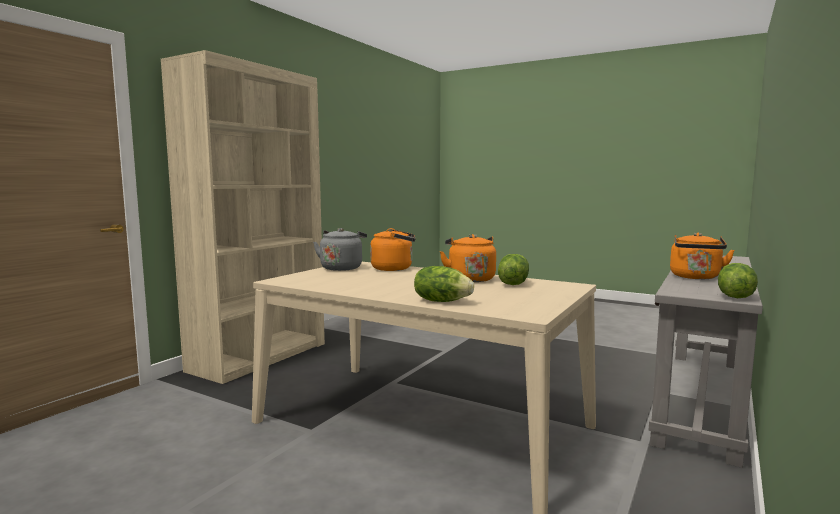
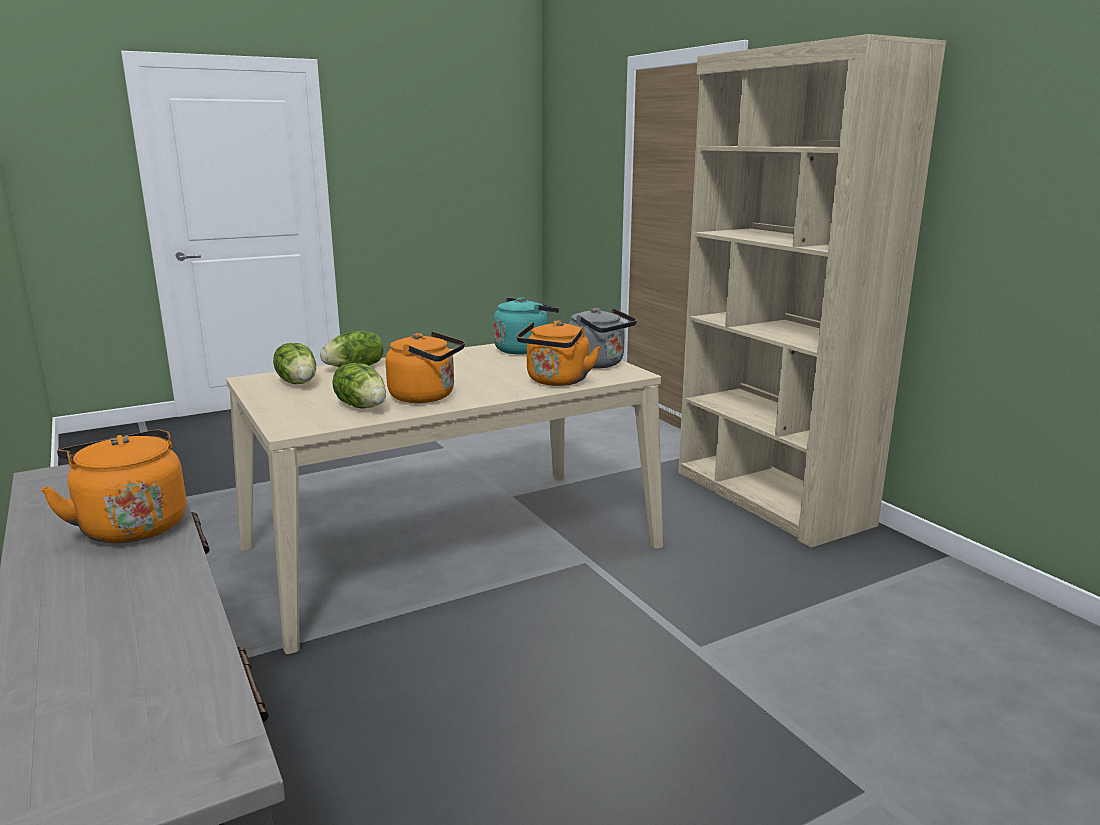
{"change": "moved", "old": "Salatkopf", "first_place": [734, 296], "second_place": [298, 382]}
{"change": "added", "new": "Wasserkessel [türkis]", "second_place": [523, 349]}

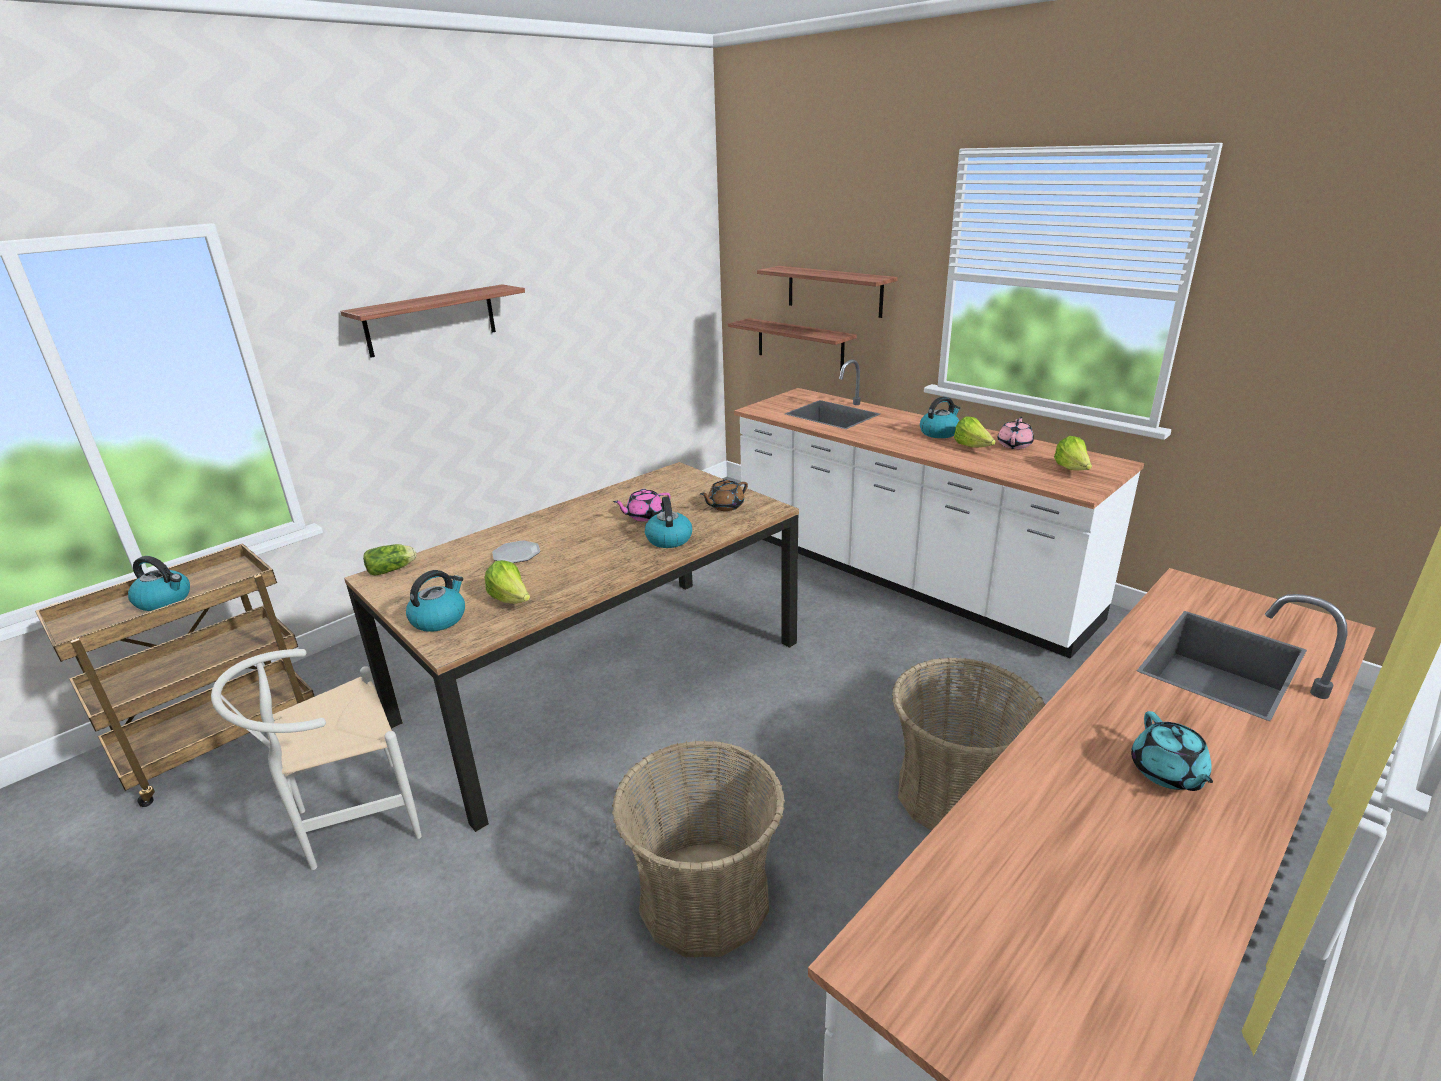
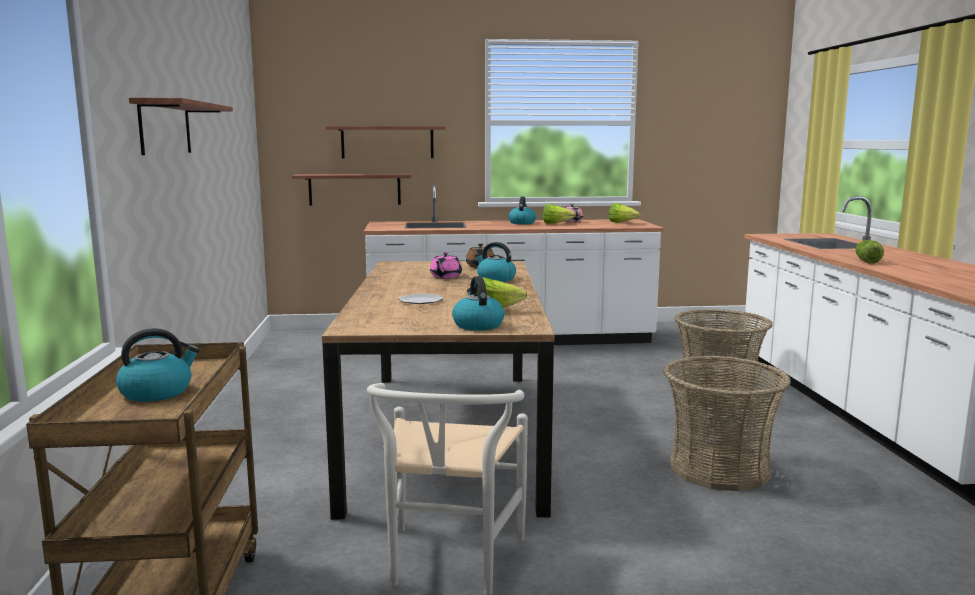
{"change": "moved", "old": "Salatkopf", "first_place": [393, 569], "second_place": [866, 261]}
{"change": "removed", "old": "Teekanne [türkis]", "first_place": [1167, 773]}

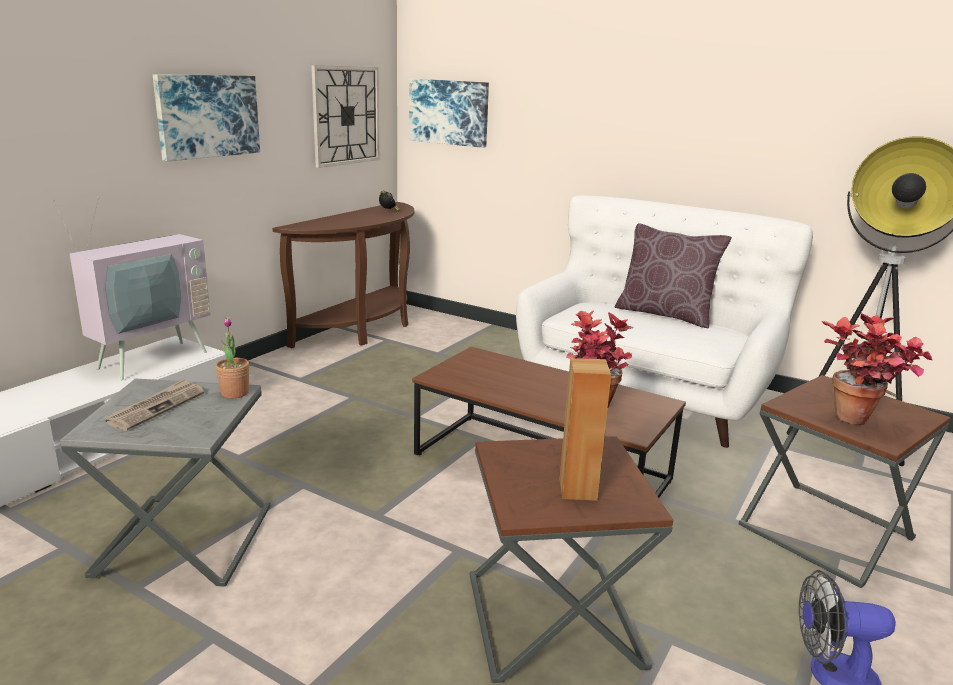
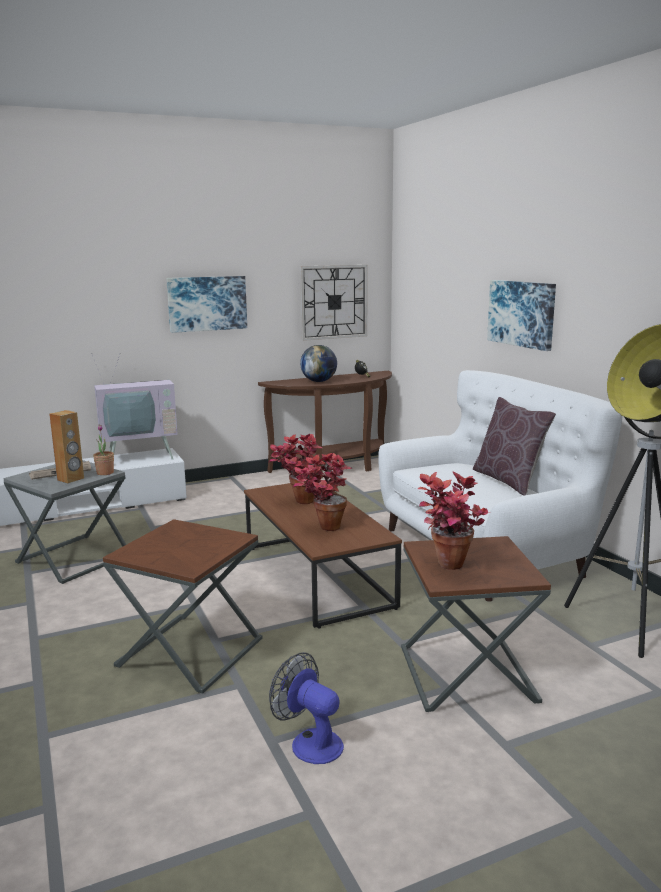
{"change": "moved", "old": "Bild", "first_place": [449, 112], "second_place": [522, 313]}
{"change": "moved", "old": "Lautsprecher [braun]", "first_place": [578, 489], "second_place": [71, 479]}
{"change": "added", "new": "Topfpflanze", "second_place": [297, 501]}
{"change": "added", "new": "Globus", "second_place": [319, 381]}

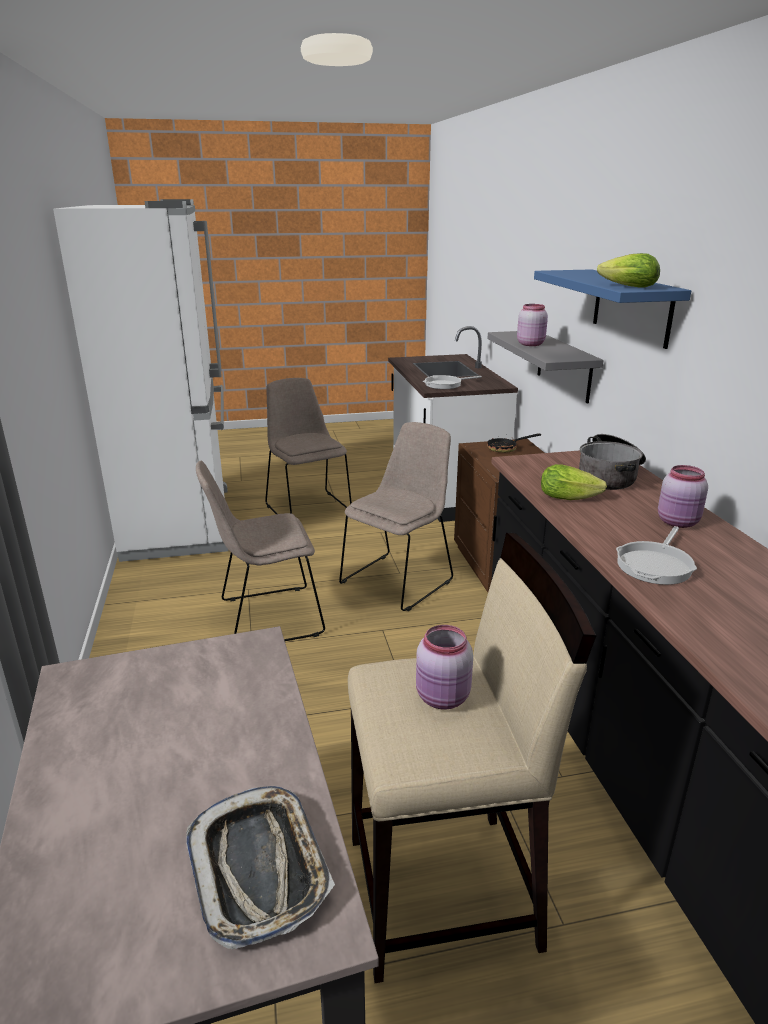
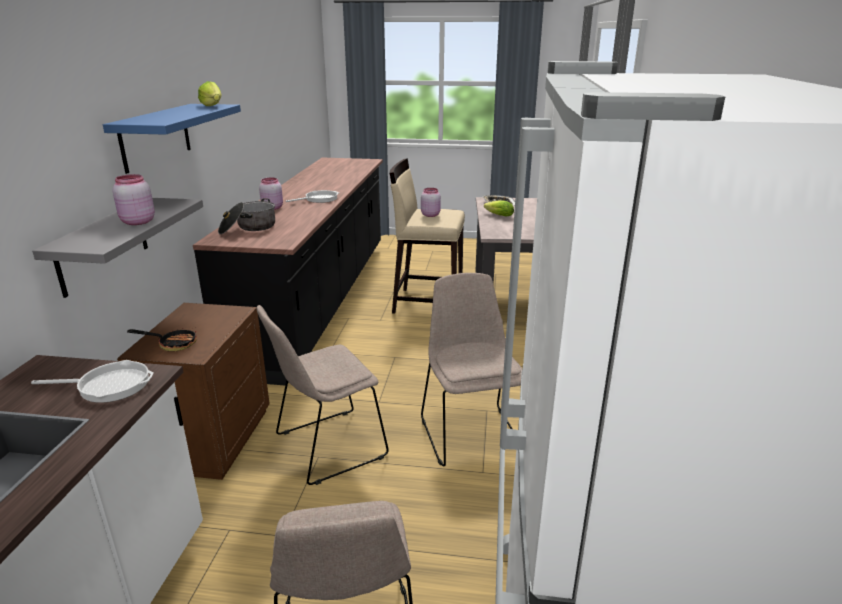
{"change": "turned", "old": "Stuhl [beige]", "first_place": [266, 618], "second_place": [470, 432], "degrees": -105}
{"change": "moved", "old": "Salatkopf", "first_place": [571, 497], "second_place": [497, 215]}

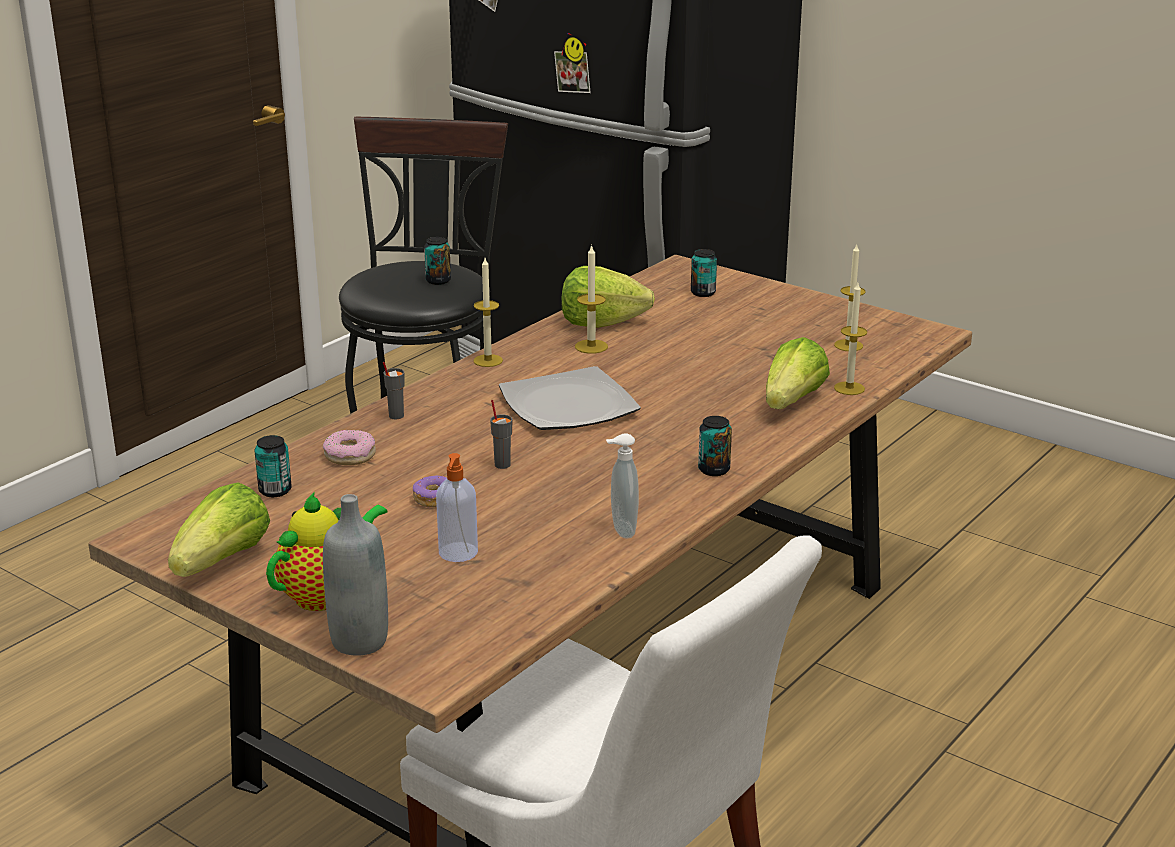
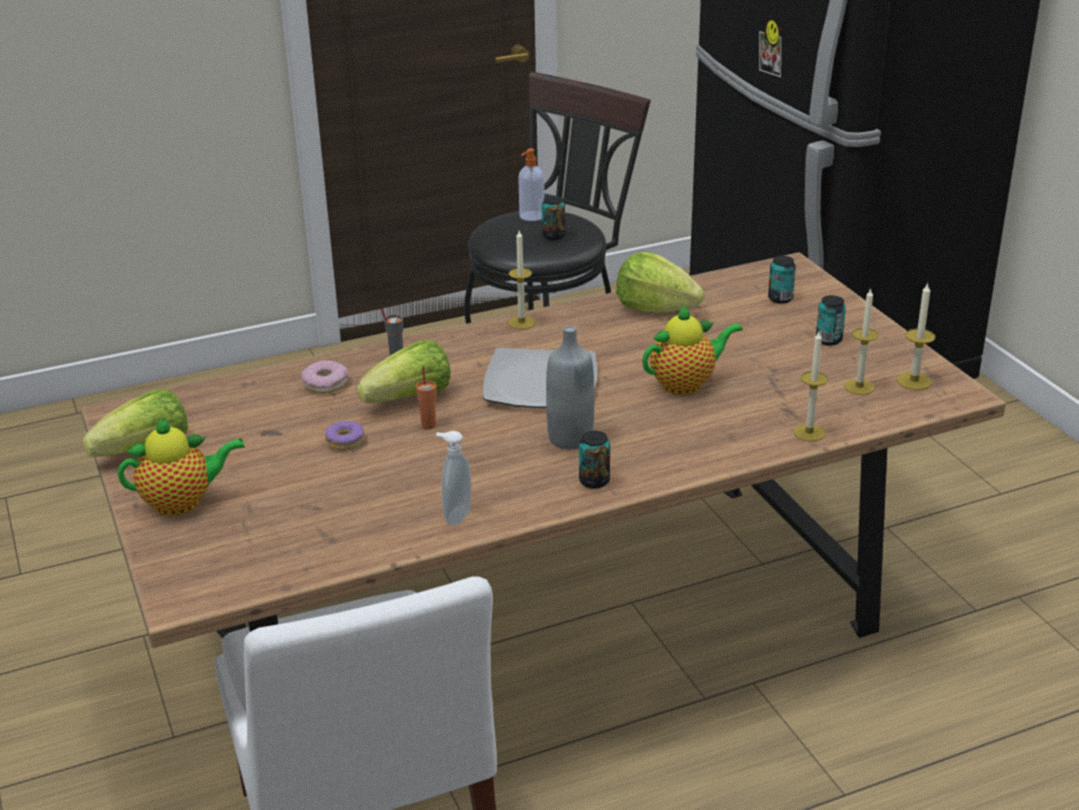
{"change": "moved", "old": "Dose", "first_place": [275, 490], "second_place": [828, 340]}
{"change": "moved", "old": "Flasche [grau]", "first_place": [359, 641], "second_place": [570, 439]}
{"change": "moved", "old": "Seifenspender", "first_place": [458, 553], "second_place": [531, 216]}
{"change": "recoloured", "old": "Tasse [grau]", "new": "Tasse [orange]", "first_place": [502, 464], "second_place": [429, 425]}
{"change": "moved", "old": "Kerze", "first_place": [591, 346], "second_place": [914, 381]}
{"change": "moved", "old": "Salatkopf", "first_place": [792, 402], "second_place": [410, 398]}
{"change": "added", "new": "Teekanne", "second_place": [686, 384]}

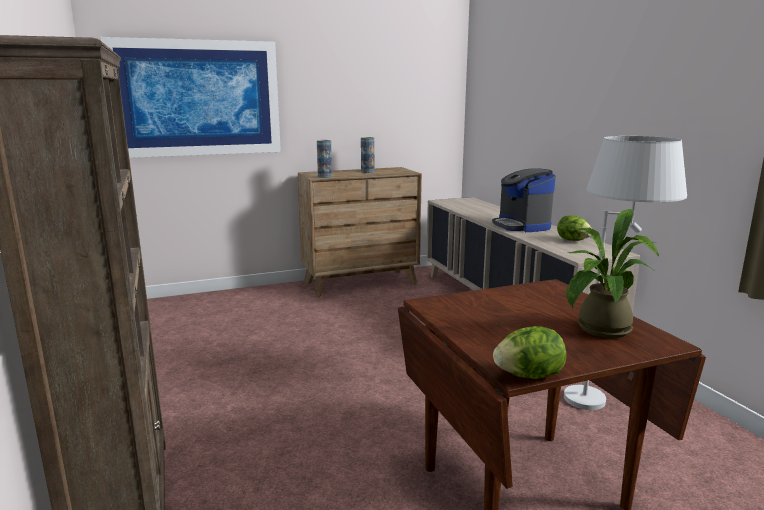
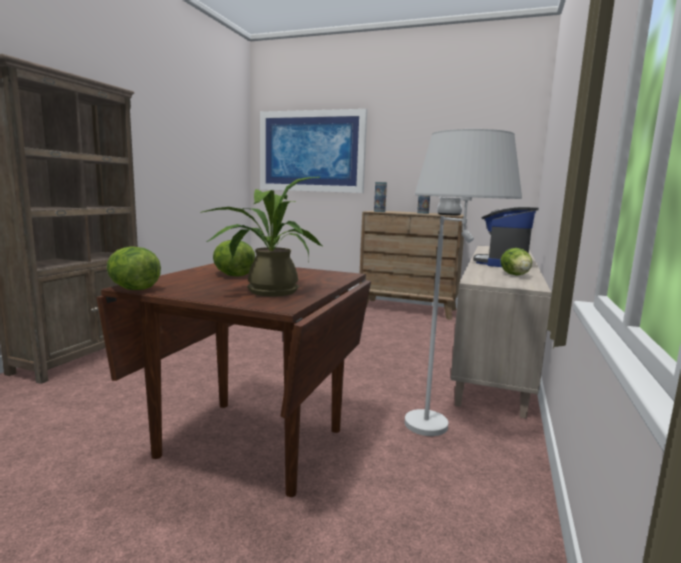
{"change": "added", "new": "Salatkopf", "second_place": [233, 275]}
{"change": "added", "new": "Kochtopf", "second_place": [448, 214]}

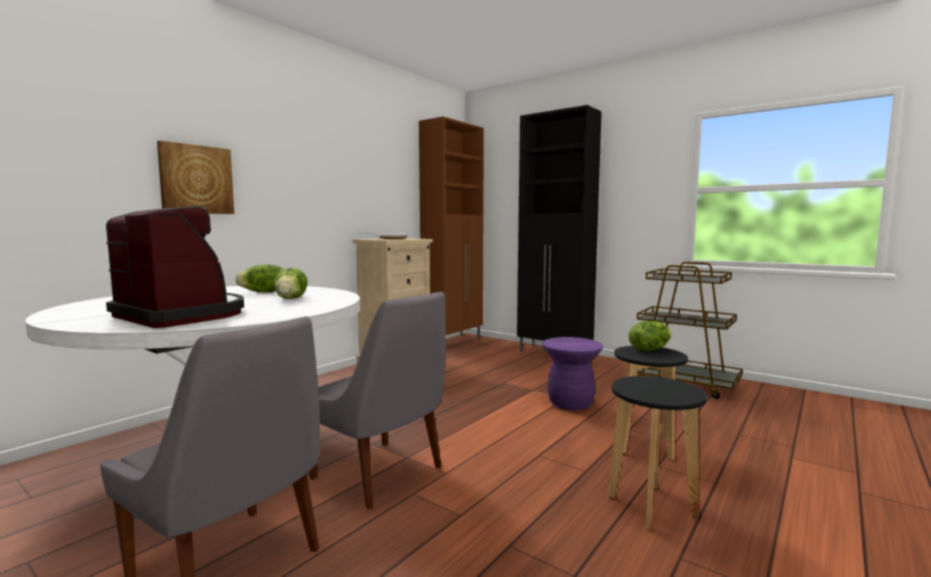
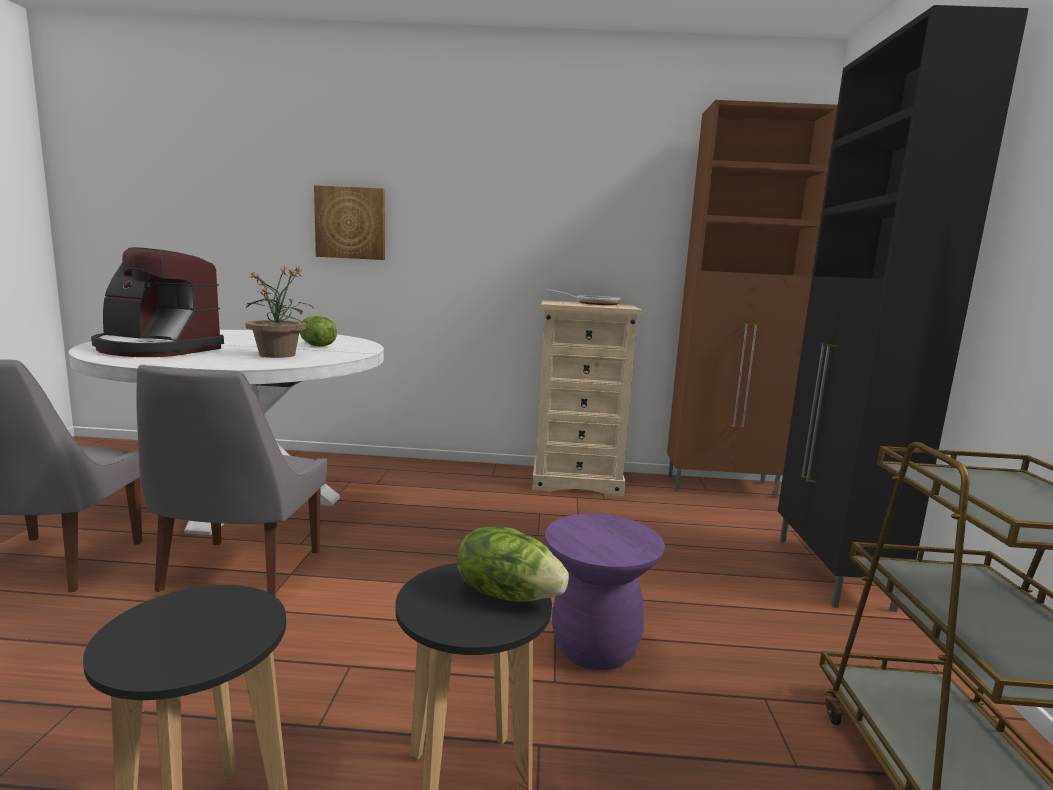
{"change": "turned", "old": "Kaffeemaschine", "first_place": [182, 315], "second_place": [157, 349], "degrees": 105}
{"change": "replaced", "old": "Salatkopf", "new": "Topfpflanze", "first_place": [292, 299], "second_place": [277, 354]}

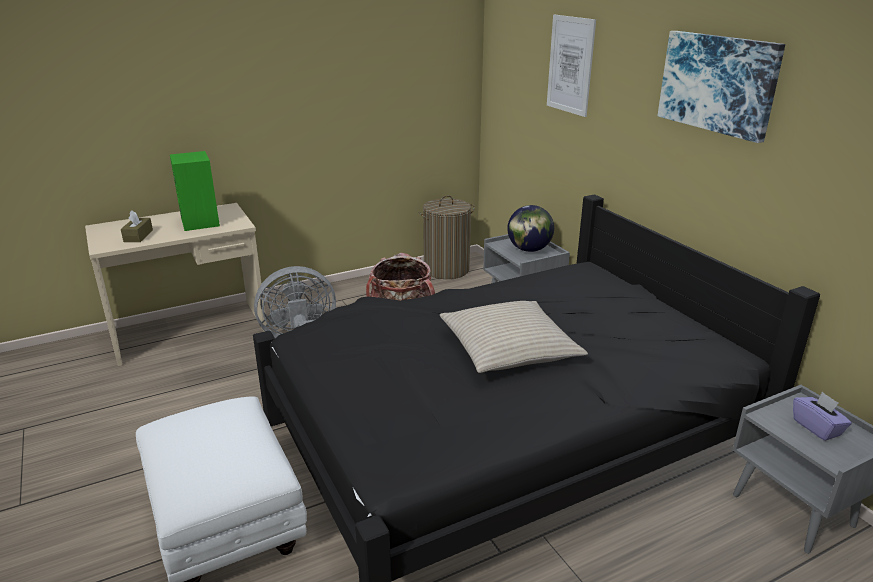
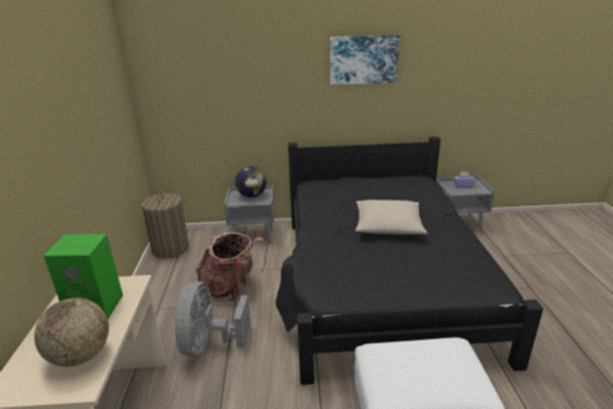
{"change": "replaced", "old": "Taschentuchbox [braun]", "new": "Globus", "first_place": [138, 236], "second_place": [81, 355]}
{"change": "removed", "old": "Bild", "first_place": [570, 65]}

